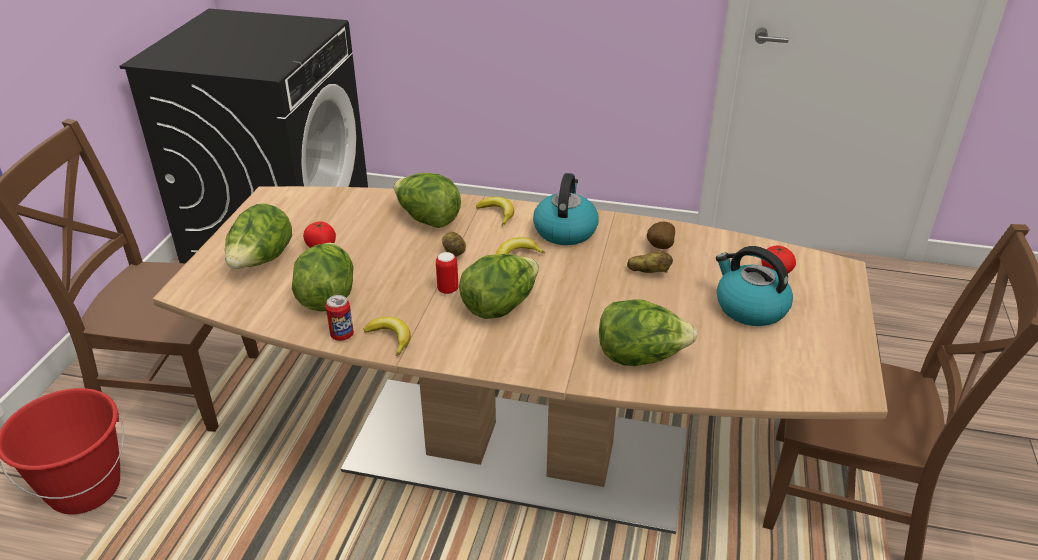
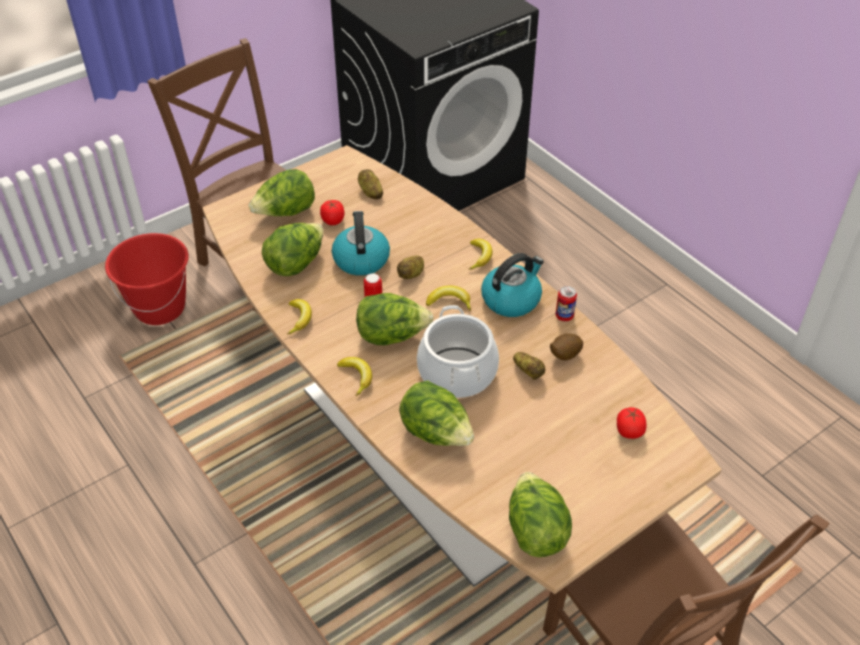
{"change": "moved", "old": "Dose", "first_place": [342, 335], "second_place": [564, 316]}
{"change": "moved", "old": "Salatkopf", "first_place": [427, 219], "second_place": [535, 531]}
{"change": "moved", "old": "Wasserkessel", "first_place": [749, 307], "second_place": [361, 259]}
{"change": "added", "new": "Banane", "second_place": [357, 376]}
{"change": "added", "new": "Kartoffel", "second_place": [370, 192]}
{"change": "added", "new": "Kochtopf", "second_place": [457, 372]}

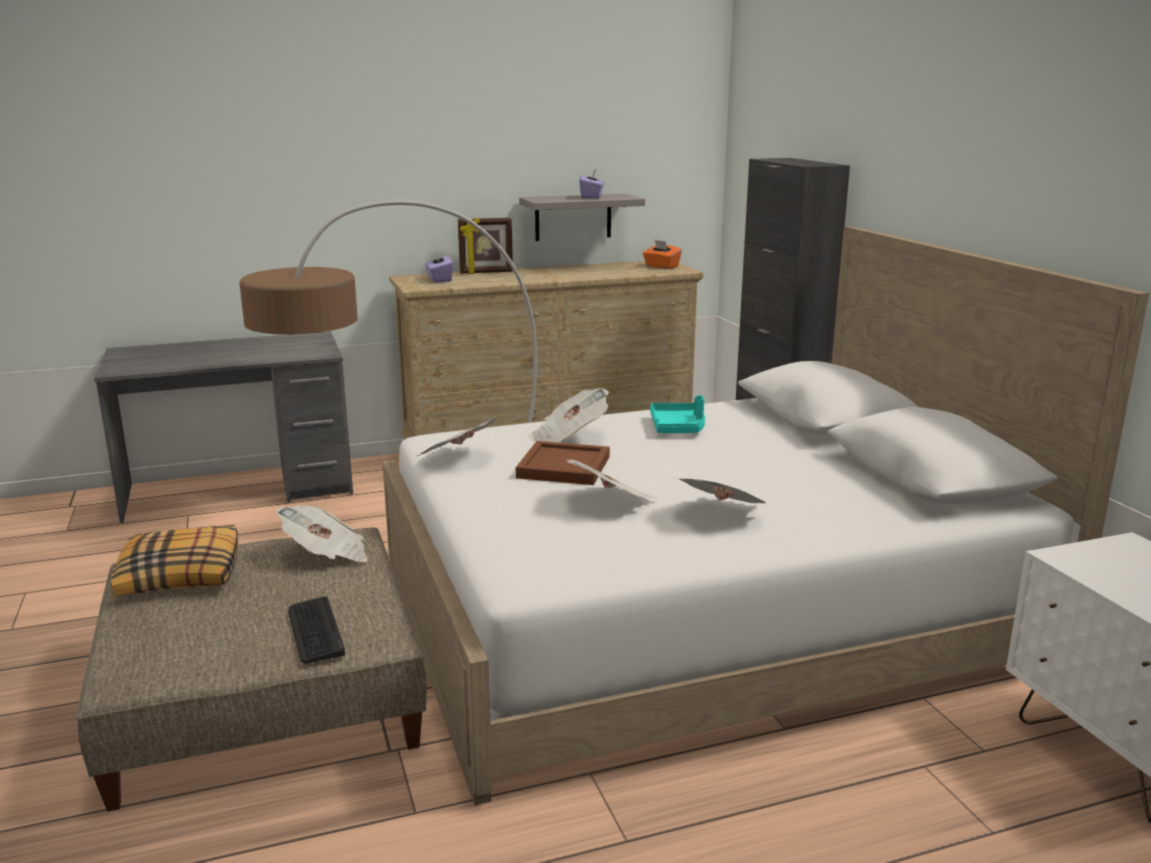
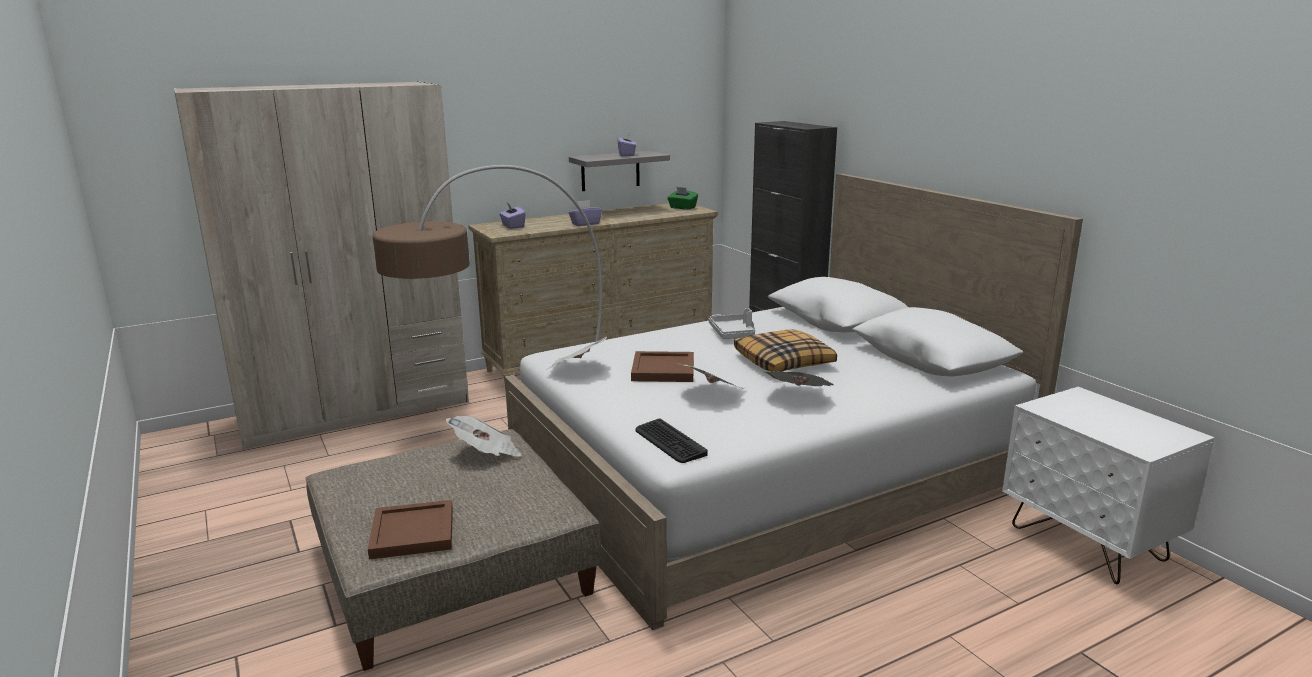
{"change": "replaced", "old": "Schreibtisch [grau]", "new": "Kleiderschrank [beige]", "first_place": [240, 490], "second_place": [355, 410]}
{"change": "moved", "old": "Kissen", "first_place": [181, 575], "second_place": [784, 362]}
{"change": "moved", "old": "Tastatur", "first_place": [315, 631], "second_place": [669, 442]}
{"change": "removed", "old": "Bilderrahmen", "first_place": [486, 272]}
{"change": "removed", "old": "Zeitung", "first_place": [569, 437]}
{"change": "recoloured", "old": "Taschentuchbox [orange]", "new": "Taschentuchbox [grün]", "first_place": [661, 267], "second_place": [682, 208]}
{"change": "recoloured", "old": "Tablett [türkis]", "new": "Tablett [grau]", "first_place": [678, 427], "second_place": [734, 334]}
{"change": "added", "new": "Tablett [braun]", "second_place": [411, 533]}
{"change": "added", "new": "Taschentuchbox [lila]", "second_place": [585, 224]}

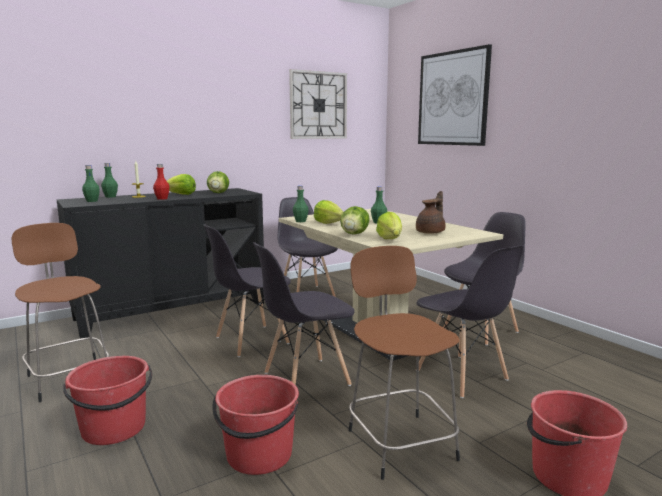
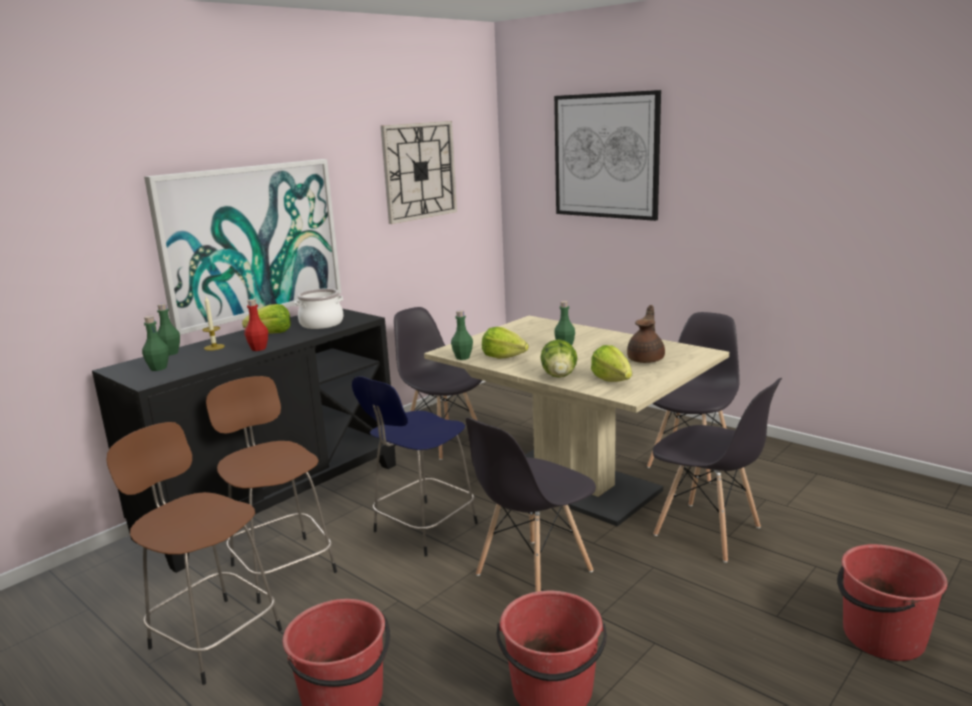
{"change": "replaced", "old": "Stuhl [grau]", "new": "Hocker [blau]", "first_place": [251, 341], "second_place": [422, 529]}
{"change": "replaced", "old": "Salatkopf", "new": "Kochtopf", "first_place": [218, 193], "second_place": [321, 324]}
{"change": "moved", "old": "Hocker [braun]", "first_place": [399, 442], "second_place": [282, 566]}
{"change": "added", "new": "Bild", "second_place": [251, 241]}

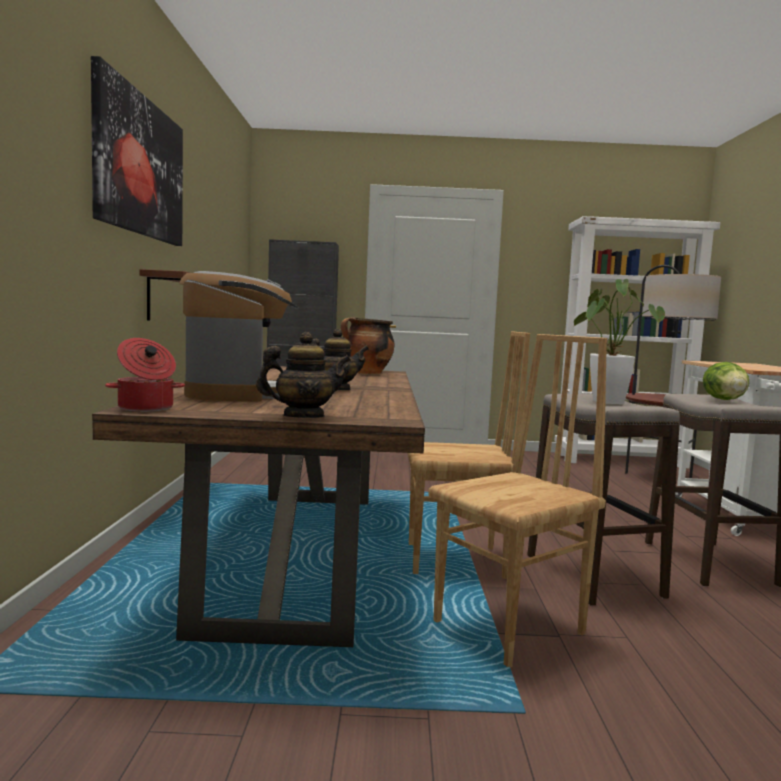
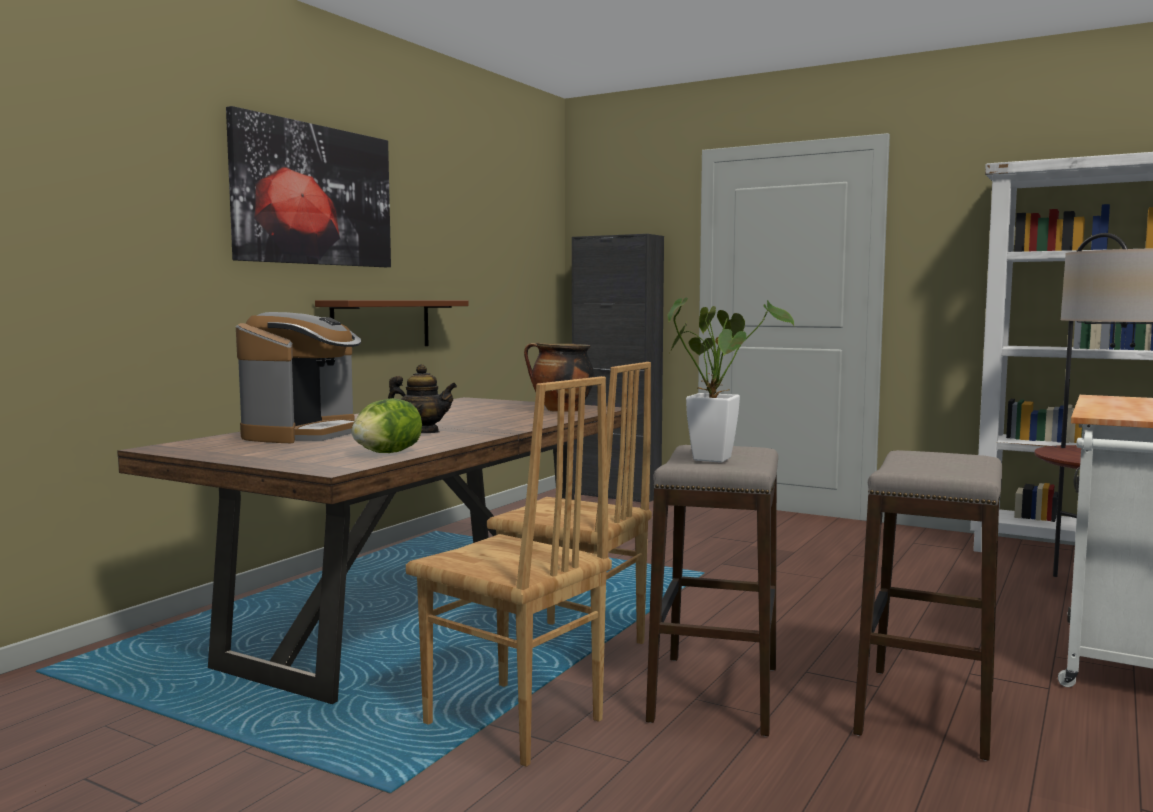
{"change": "removed", "old": "Kochtopf", "first_place": [146, 408]}
{"change": "removed", "old": "Teekanne", "first_place": [303, 416]}
{"change": "turned", "old": "Stuhl [braun]", "first_place": [511, 629], "second_place": [512, 724], "degrees": 45}
{"change": "moved", "old": "Salatkopf", "first_place": [725, 400], "second_place": [387, 453]}

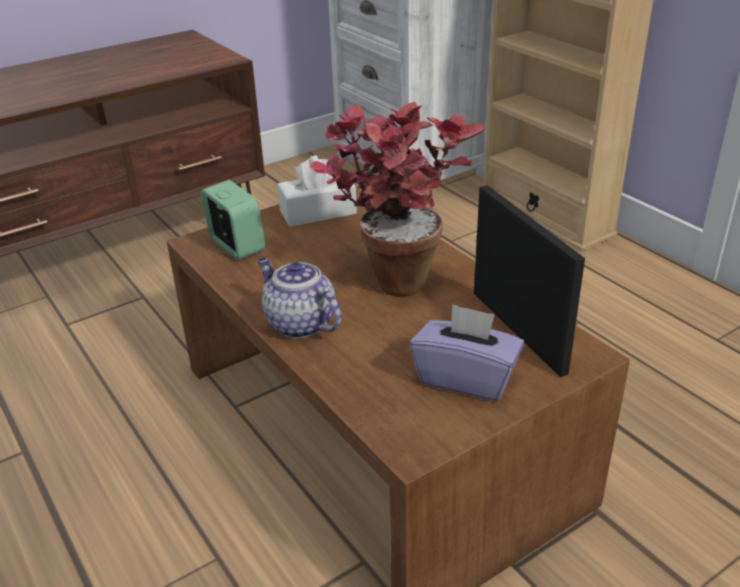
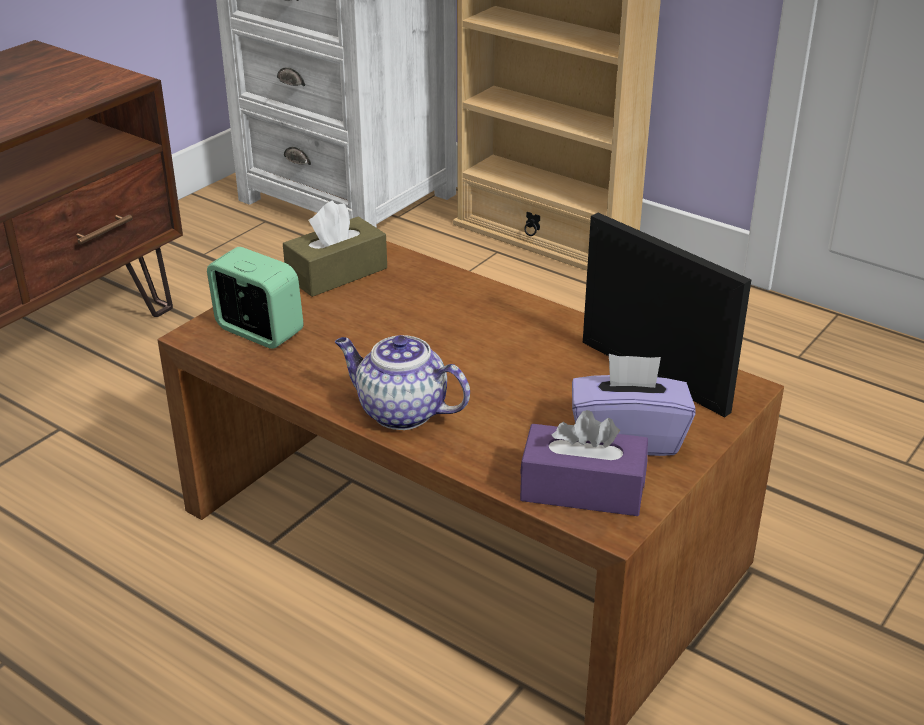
{"change": "recoloured", "old": "Taschentuchbox [weiß]", "new": "Taschentuchbox [braun]", "first_place": [318, 212], "second_place": [336, 273]}
{"change": "removed", "old": "Topfpflanze", "first_place": [392, 275]}
{"change": "added", "new": "Taschentuchbox [lila]", "second_place": [582, 489]}

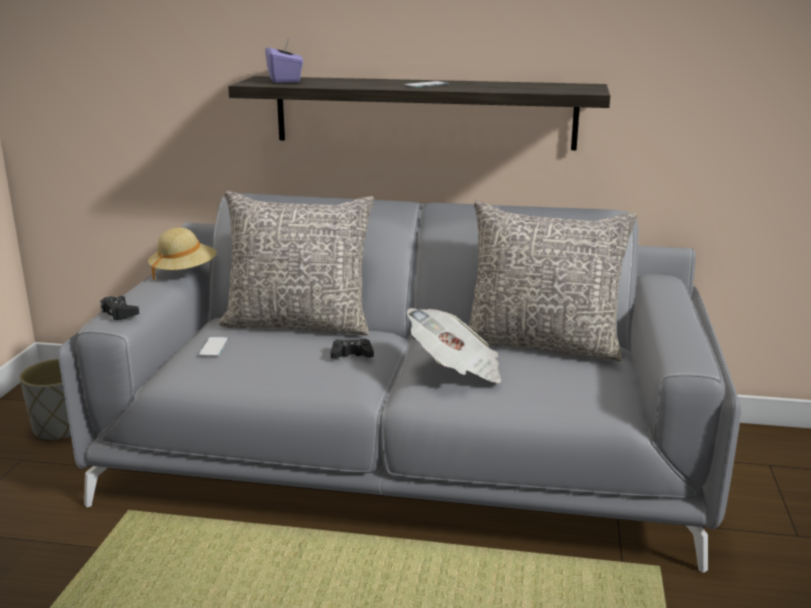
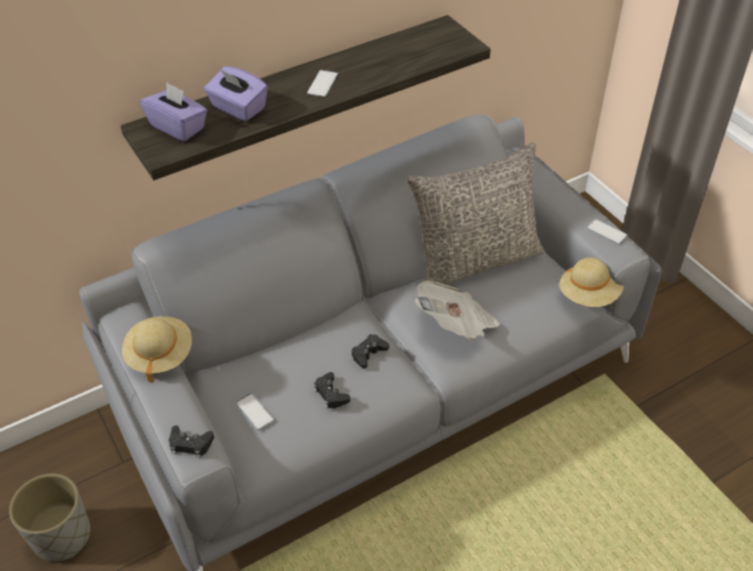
{"change": "removed", "old": "Kissen [grau]", "first_place": [298, 324]}
{"change": "added", "new": "Taschentuchbox [lila]", "second_place": [238, 108]}
{"change": "added", "new": "Gamepad [schwarz]", "second_place": [331, 394]}
{"change": "added", "new": "Hut [beige]", "second_place": [589, 295]}
{"change": "added", "new": "Handy", "second_place": [607, 232]}

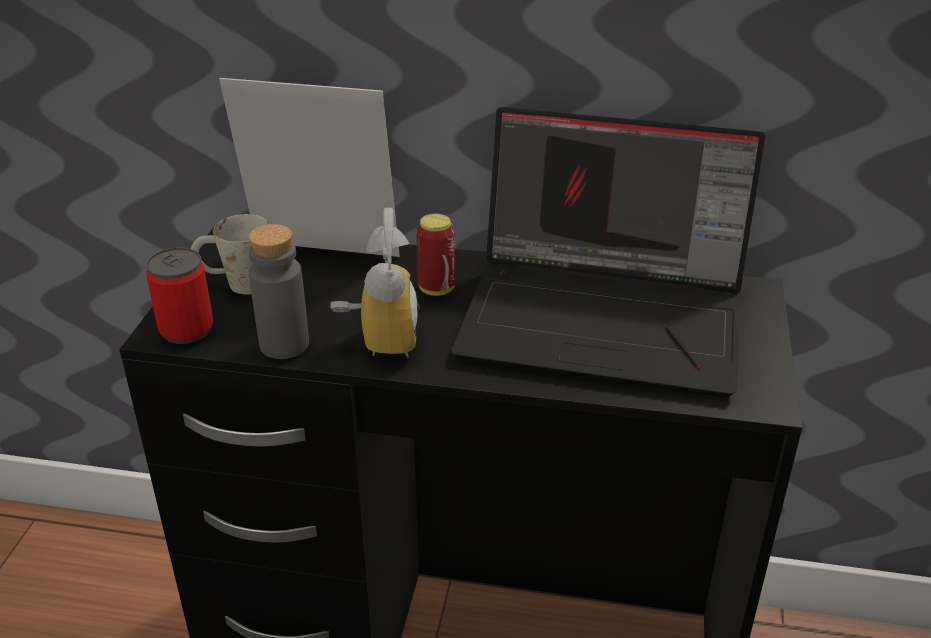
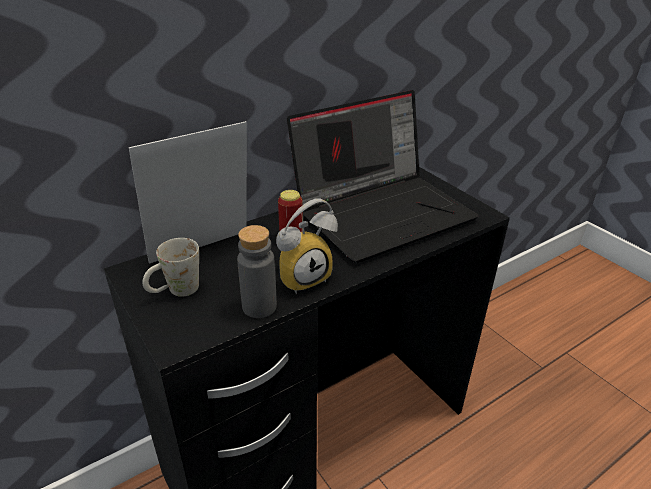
{"change": "removed", "old": "Dose", "first_place": [186, 330]}
{"change": "turned", "old": "Wecker", "first_place": [377, 340], "second_place": [303, 276], "degrees": 105}

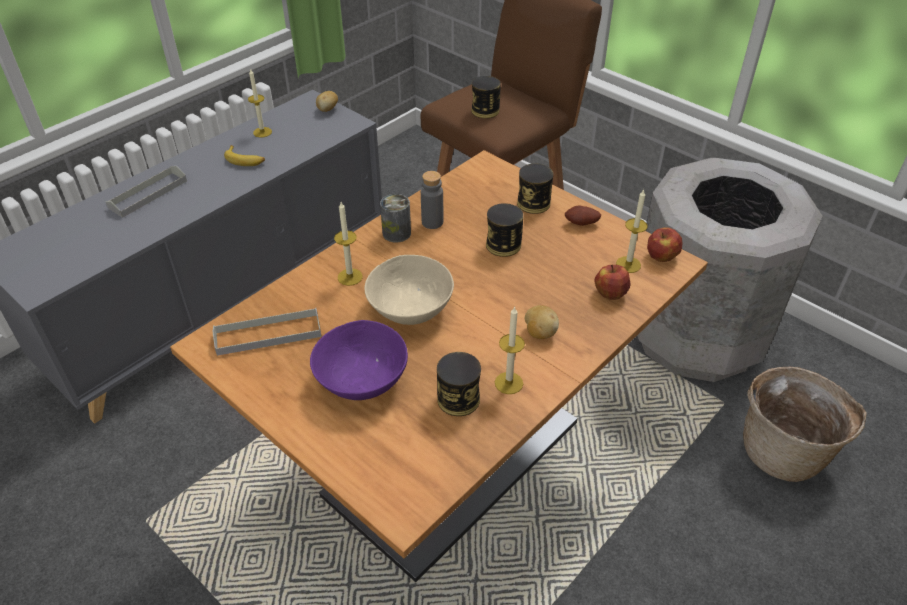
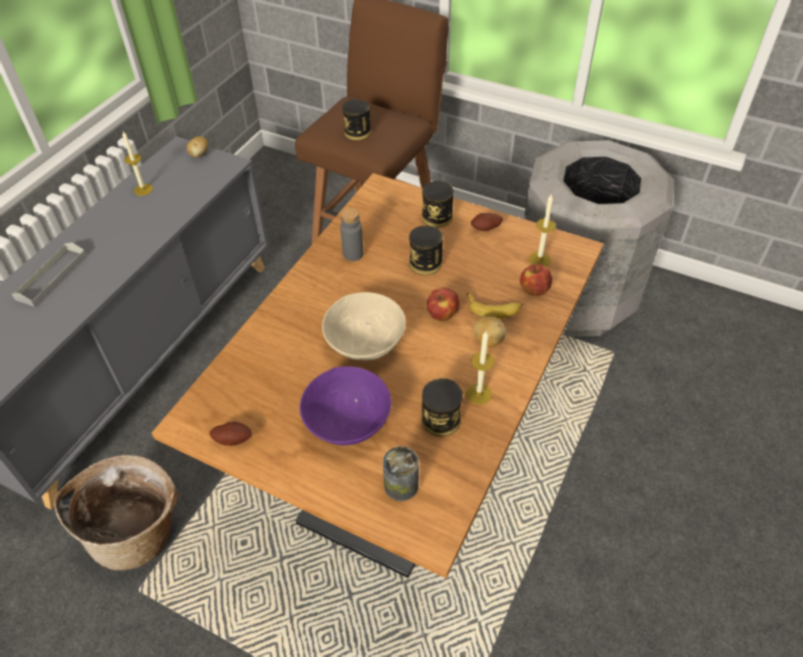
{"change": "removed", "old": "Tablett [grau]", "first_place": [268, 334]}
{"change": "moved", "old": "Banane", "first_place": [245, 160], "second_place": [494, 309]}
{"change": "removed", "old": "Kerze", "first_place": [350, 277]}
{"change": "moved", "old": "Dose", "first_place": [396, 233], "second_place": [401, 485]}
{"change": "moved", "old": "Apfel", "first_place": [662, 257], "second_place": [443, 314]}
{"change": "moved", "old": "Korb", "first_place": [784, 450], "second_place": [138, 532]}
{"change": "added", "new": "Kartoffel", "second_place": [233, 439]}

